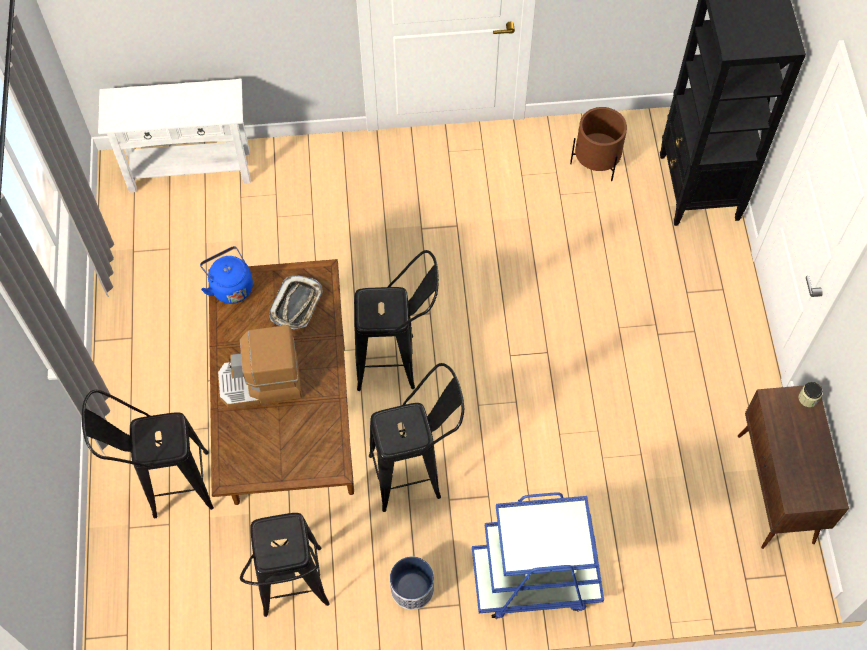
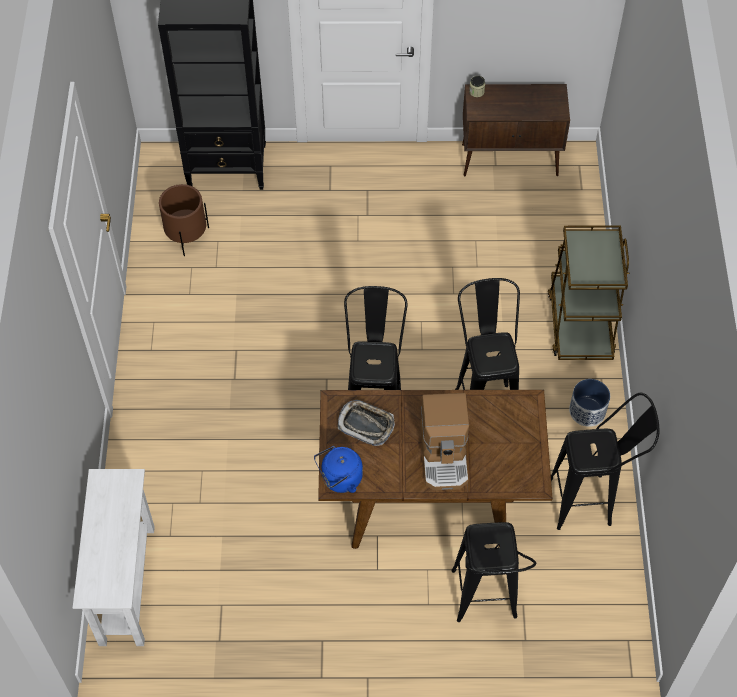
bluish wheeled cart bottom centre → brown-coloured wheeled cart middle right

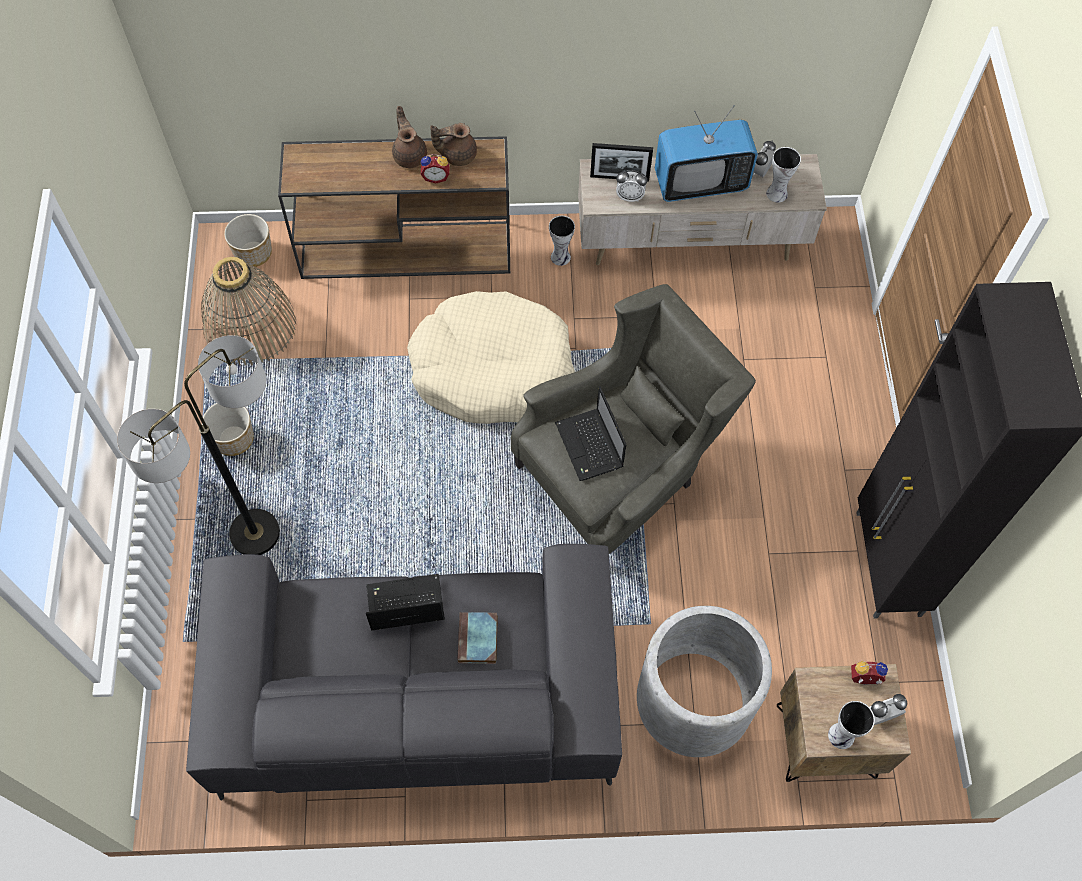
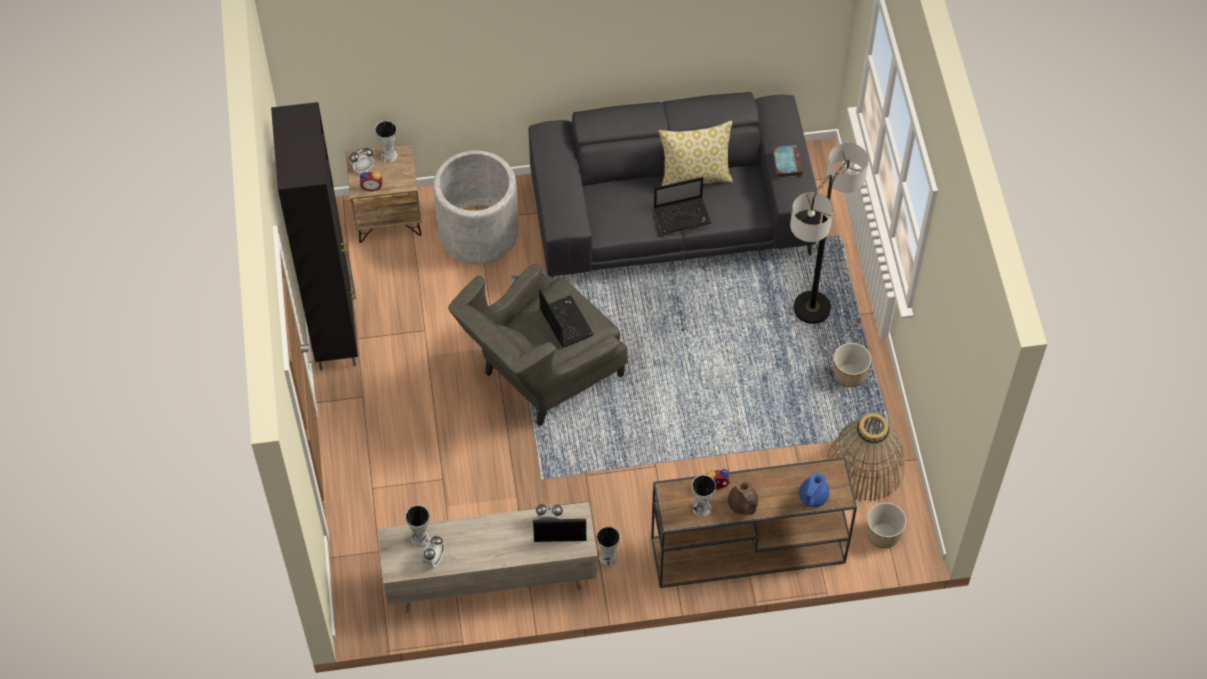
beige dog cushion centre → -
brown-coloured tea pot (no. 2 from left) top centre → decorative vase (no. 4 from left) bottom centre
bound book bottom centre → bound book top centre, shifted
TV top centre → -
- → cushion top centre
- → bluish tea pot bottom right

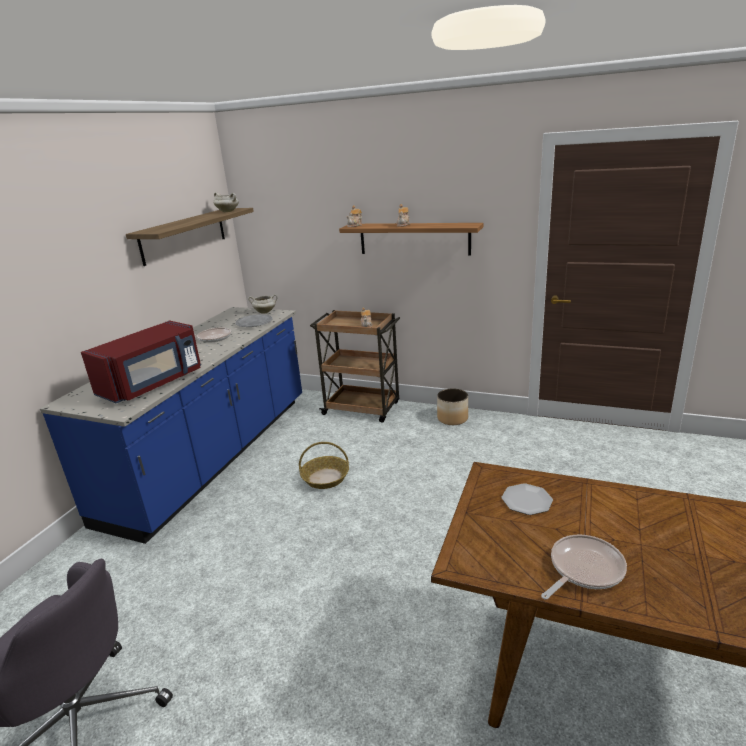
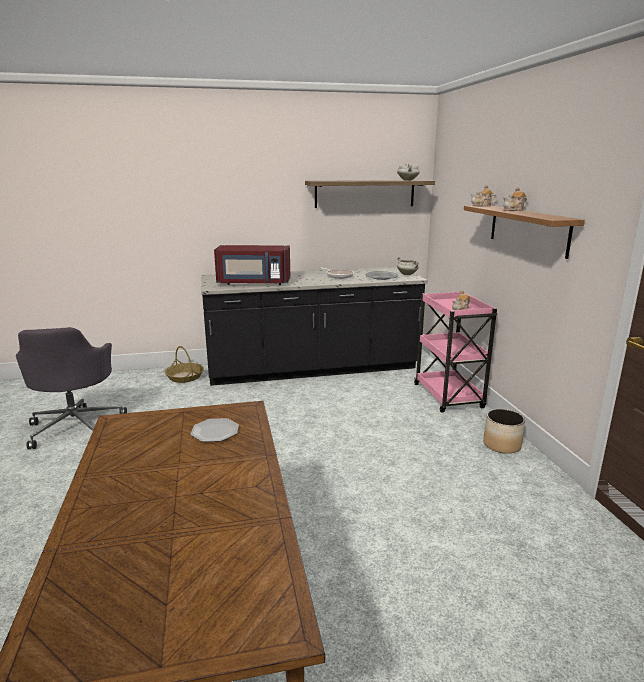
bluish kitchen base unit middle left → blackish kitchen base unit centre
storage basket centre → storage basket middle left, shifted
brown-coloured wheeled cart centre → pinkish wheeled cart middle right
skillet (no. 2 from left) bottom right → -

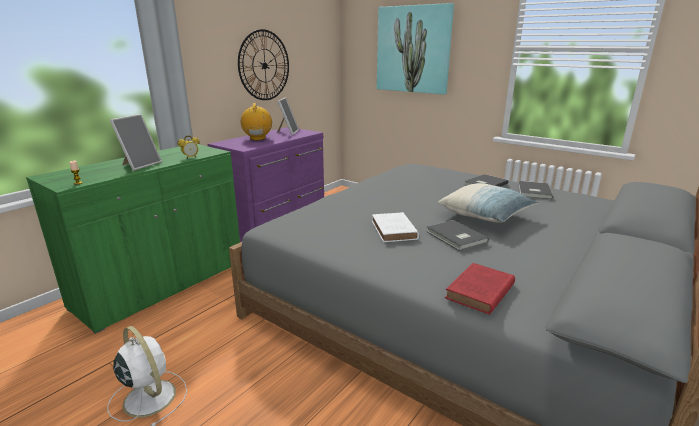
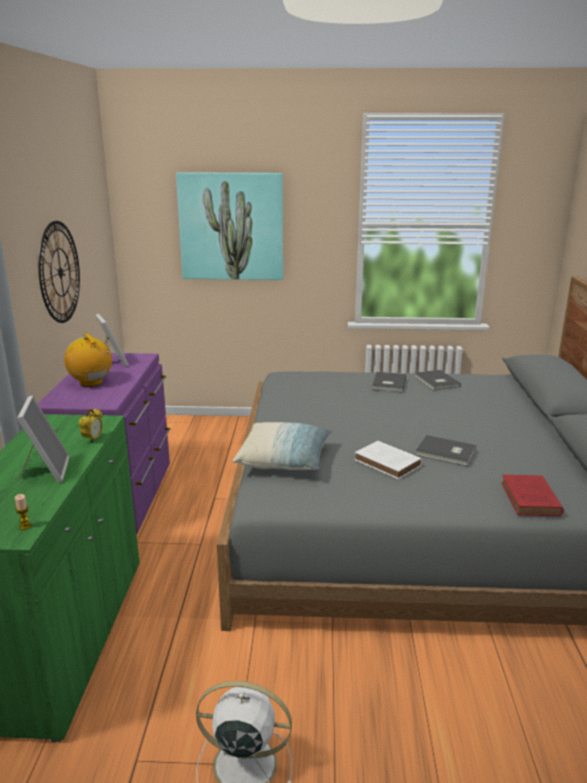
cushion middle right → cushion centre, shifted

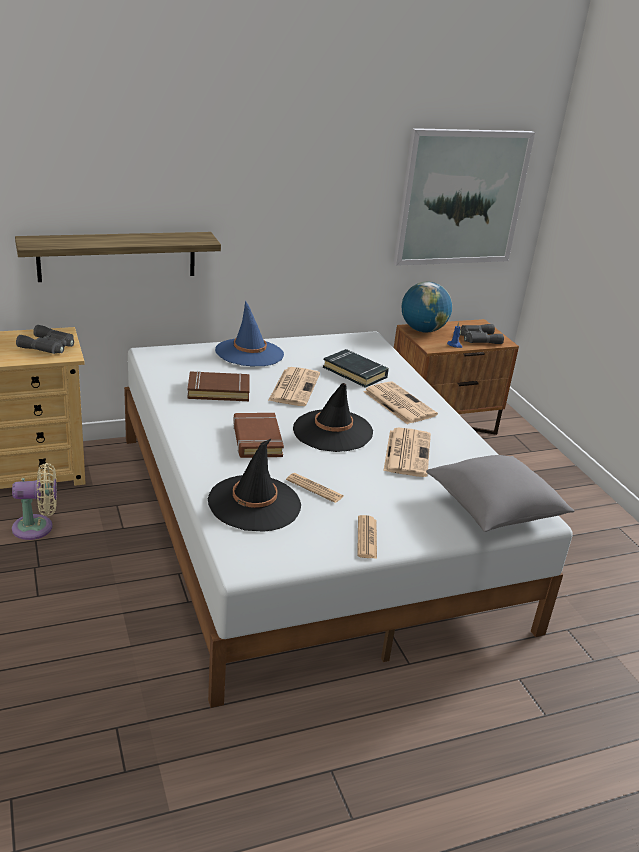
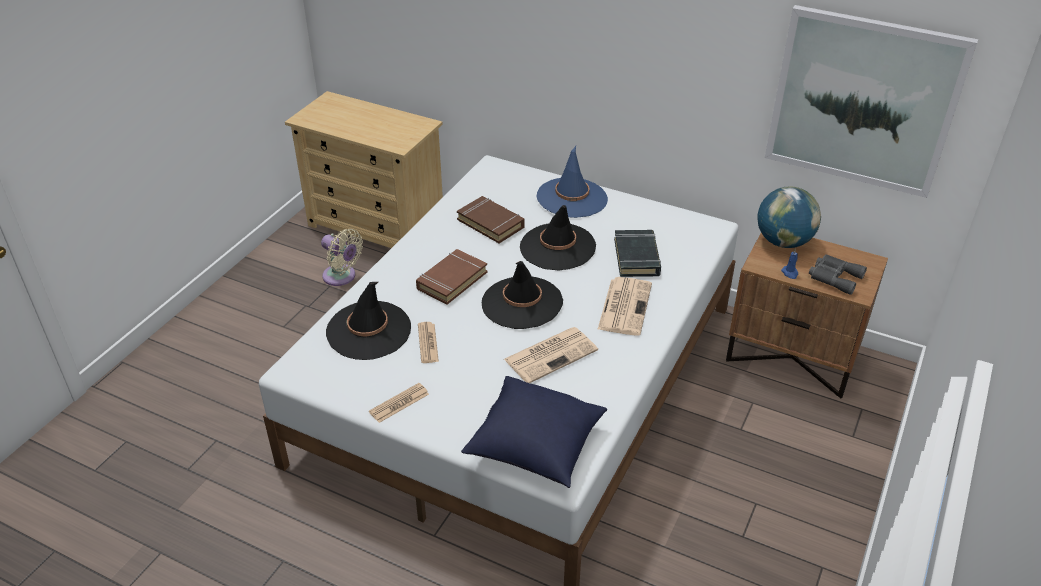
bracket shelf top left → -
greyish binoculars (no. 1 from left) middle left → -
daily paper (no. 1 from left) centre → blackish wearable hat (no. 3 from left) centre
greyish cushion middle right → bluish cushion bottom centre

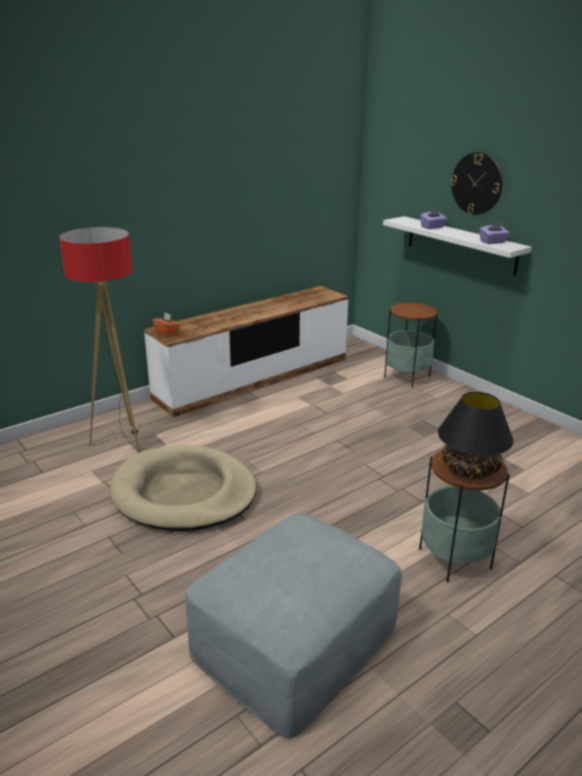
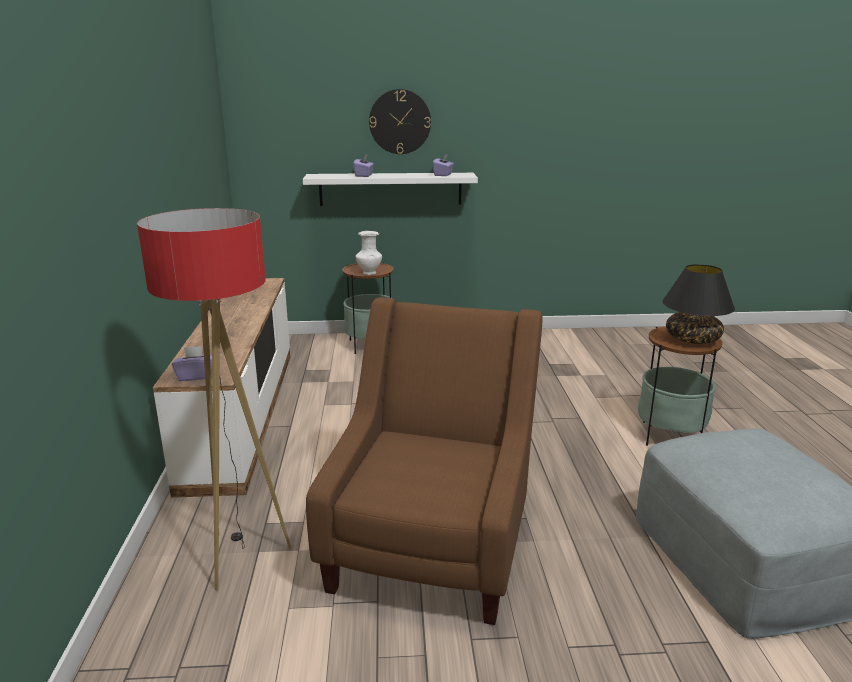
beige dog cushion middle left → brown-coloured easy chair bottom centre
orange tissue box middle left → purplish tissue box (no. 1 from left) middle left
- → white-coloured decorative vase centre

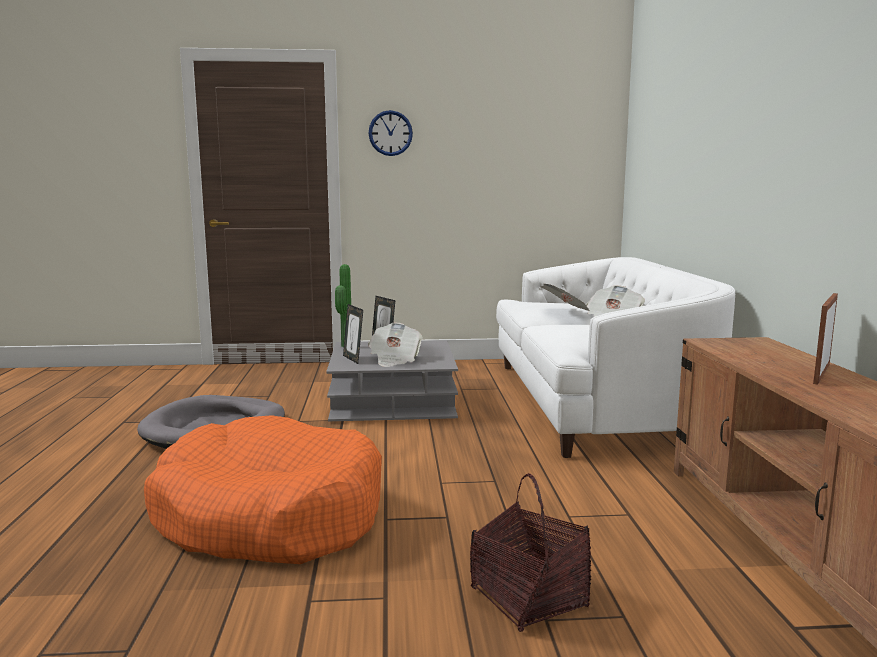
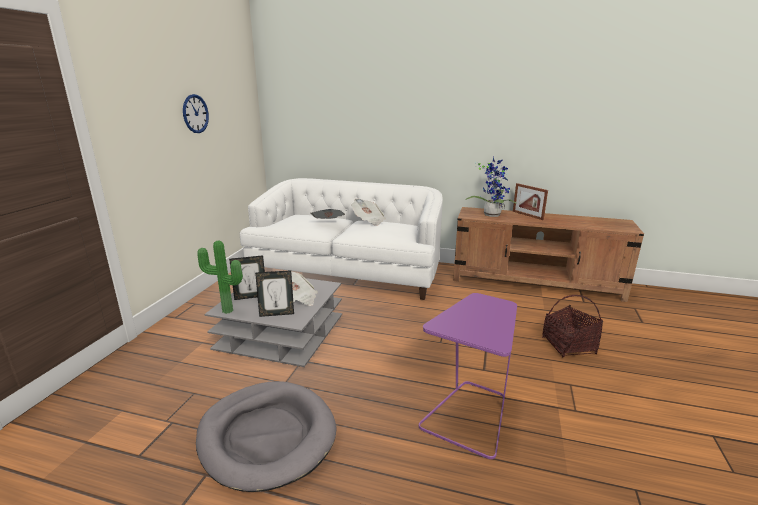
orange dog cushion bottom left → purplish end table bottom centre
wall clock top centre → wall clock top left, shifted
- → plant in a pot (no. 2 from left) centre

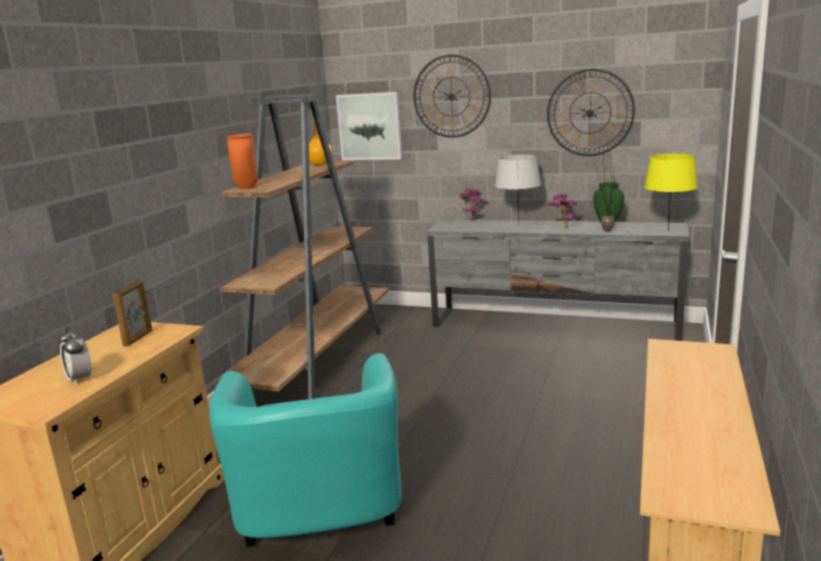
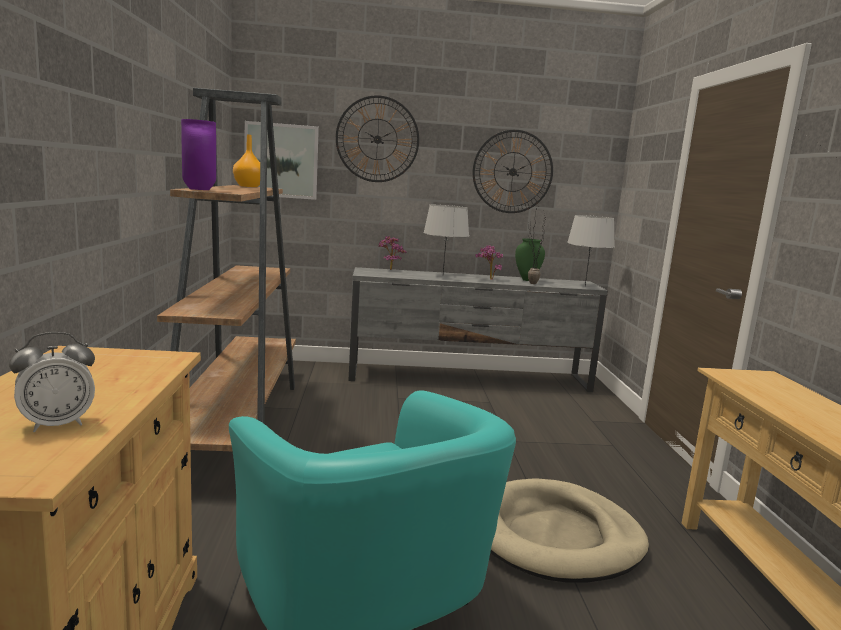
table clock middle left, 60 degrees counterclockwise
standing frame middle left → -
orange decorative vase (no. 1 from left) top left → purplish decorative vase top left
yellow tabletop lamp middle right → greyish tabletop lamp (no. 2 from left) middle right
- → beige dog cushion bottom right

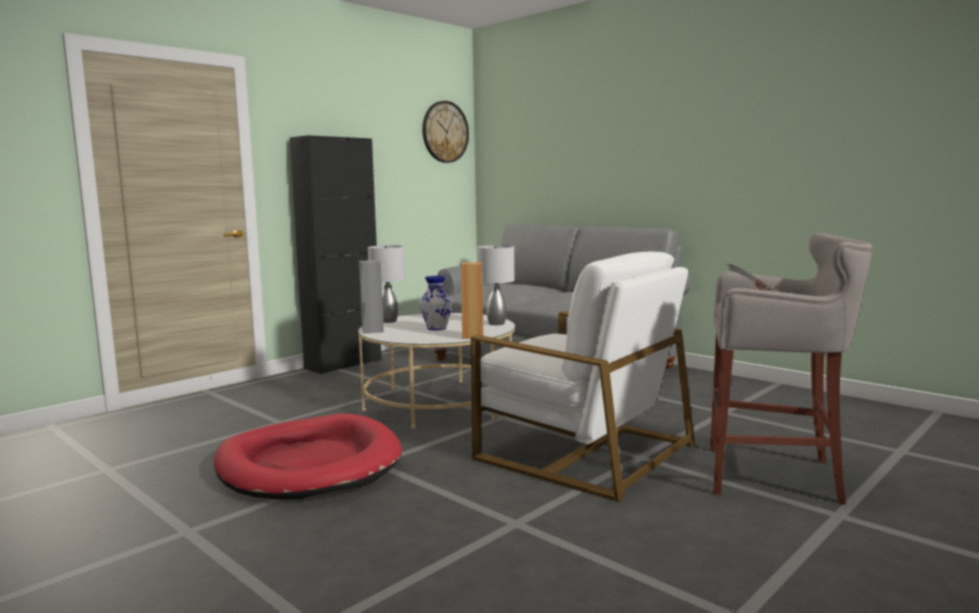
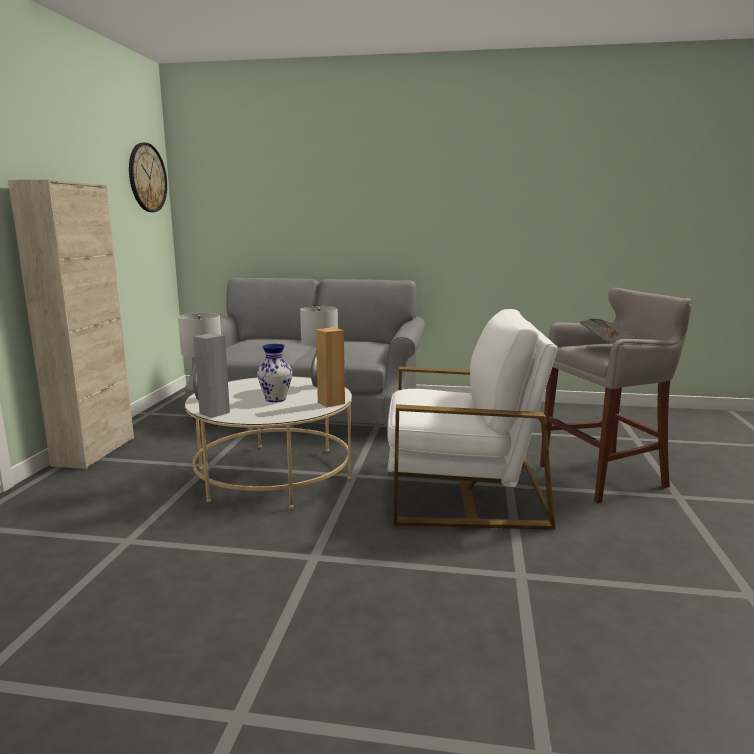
red-coloured dog cushion bottom left → -
blackish storage cabinet centre → beige storage cabinet middle left

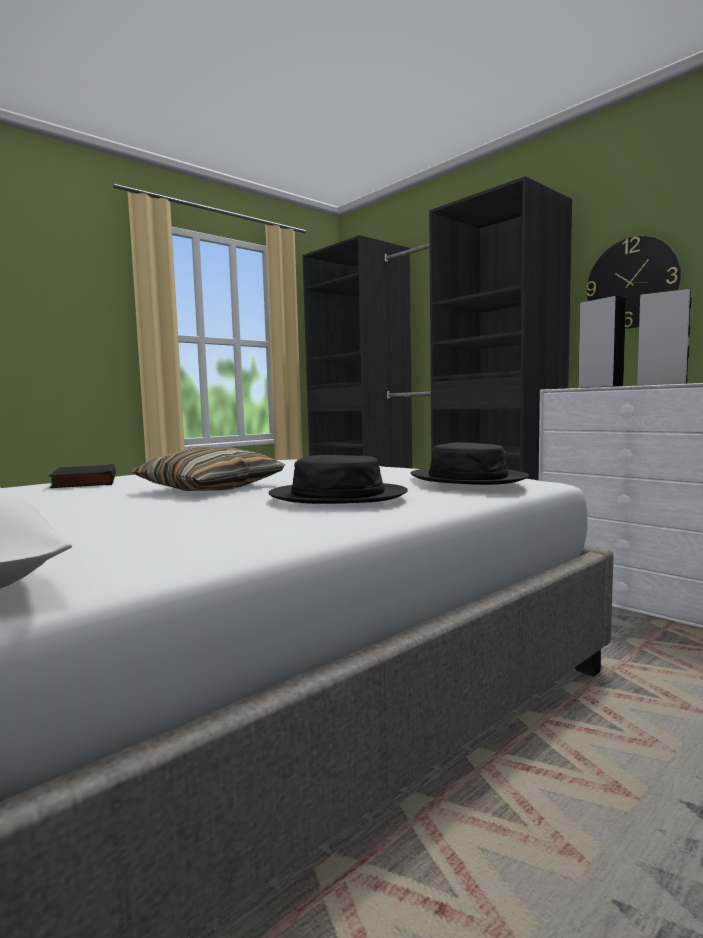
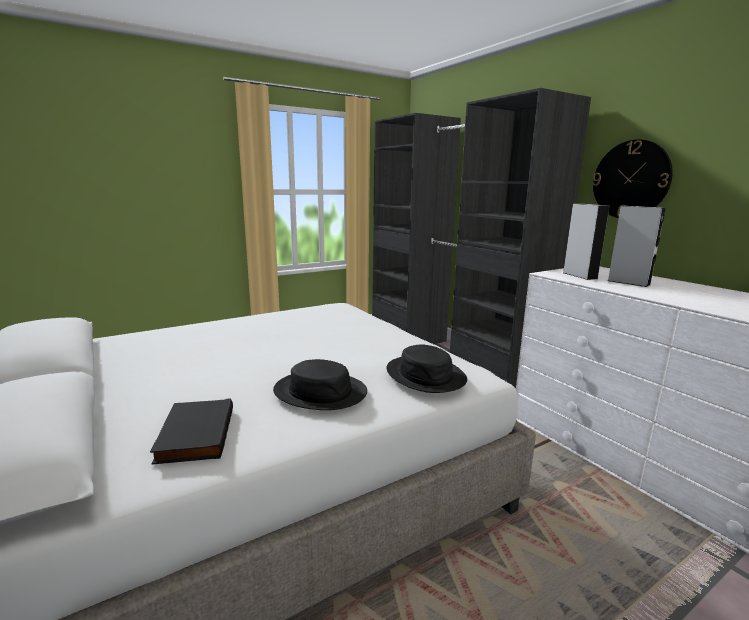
blackish bound book middle left → blackish bound book bottom left, shifted
cushion middle left → -

